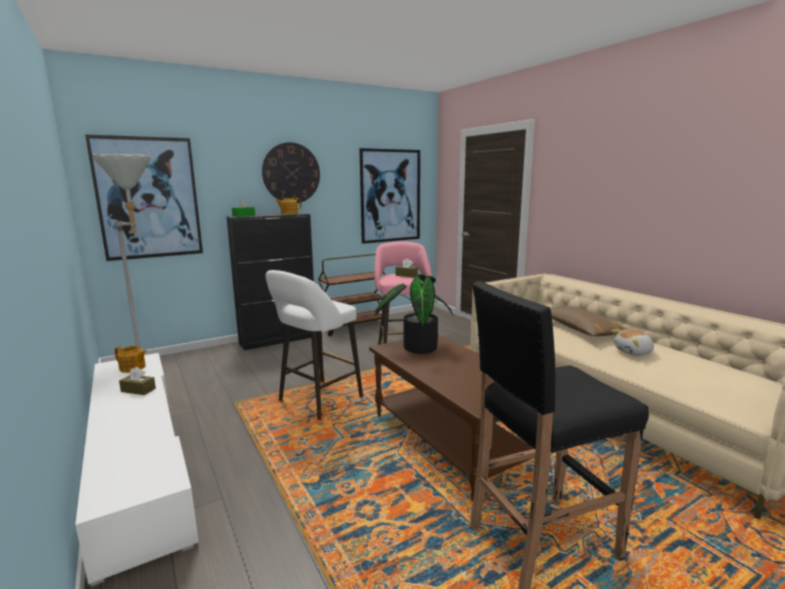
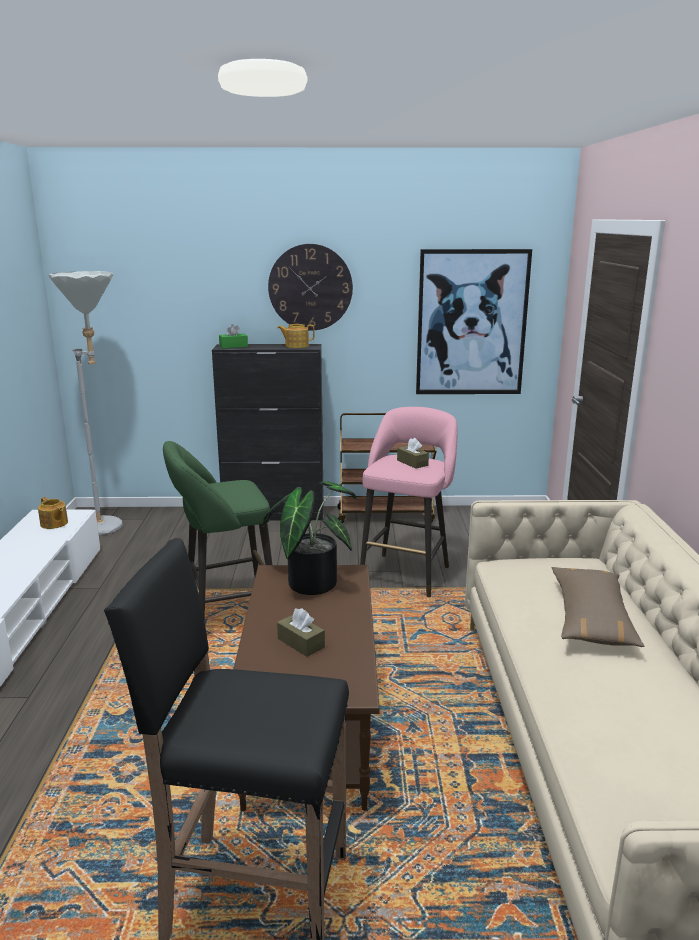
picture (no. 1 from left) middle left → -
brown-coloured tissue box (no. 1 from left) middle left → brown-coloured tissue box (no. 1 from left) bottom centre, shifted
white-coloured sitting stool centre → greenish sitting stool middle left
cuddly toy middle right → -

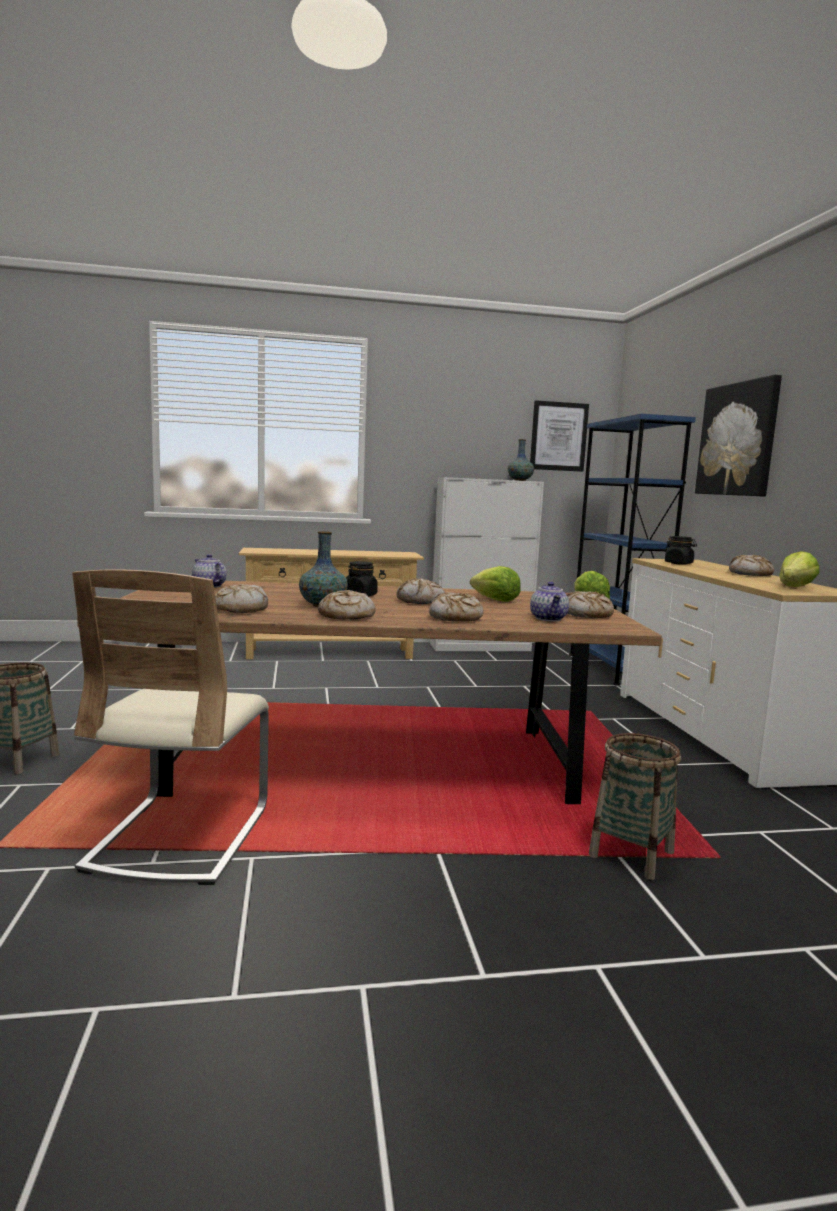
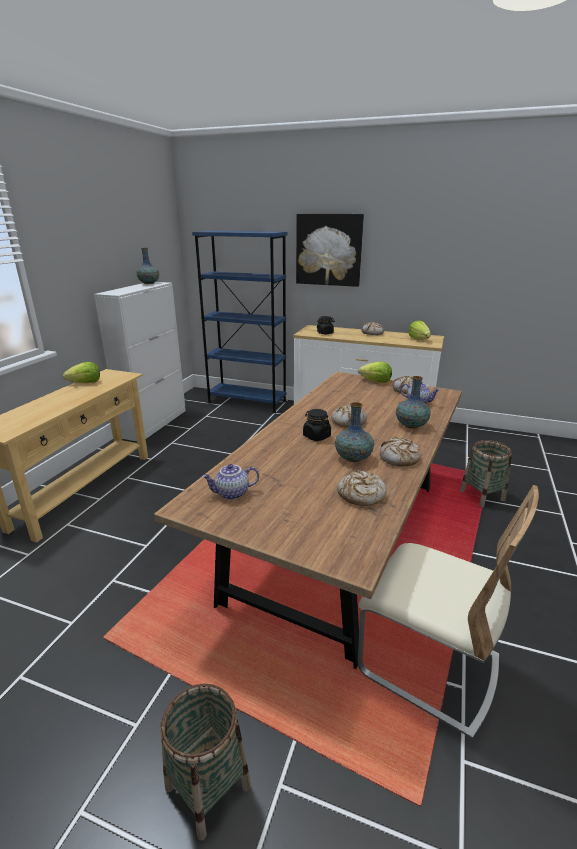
bread (no. 4 from left) centre → decorative vase (no. 3 from left) middle right
lettuce (no. 1 from left) centre → lettuce (no. 1 from left) middle left, shifted
picture (no. 1 from left) middle right → -

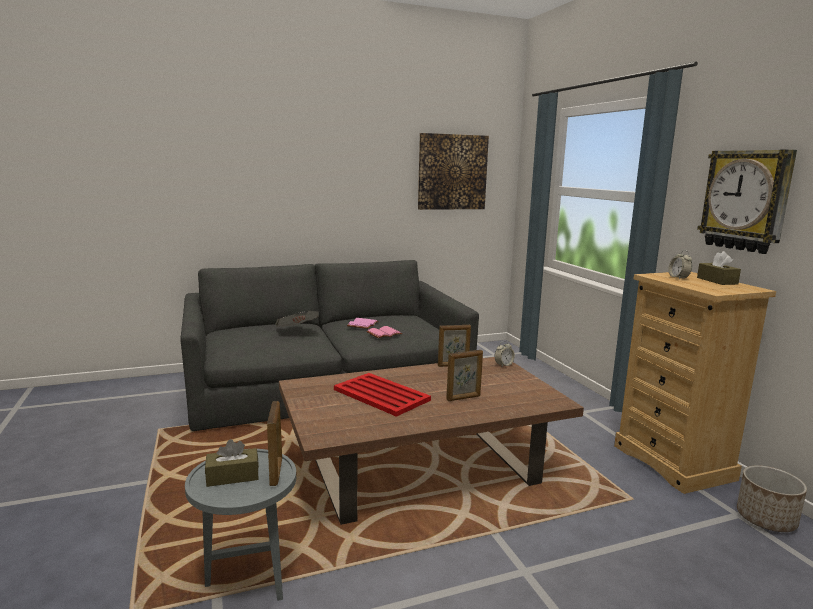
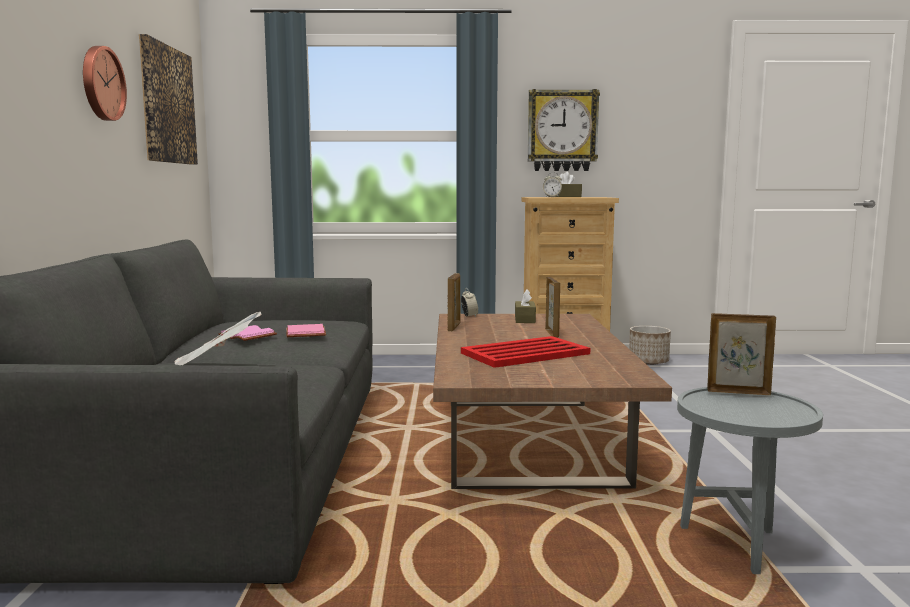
brown-coloured tissue box (no. 1 from left) bottom left → brown-coloured tissue box (no. 1 from left) centre, shifted
- → wall clock (no. 1 from left) top left

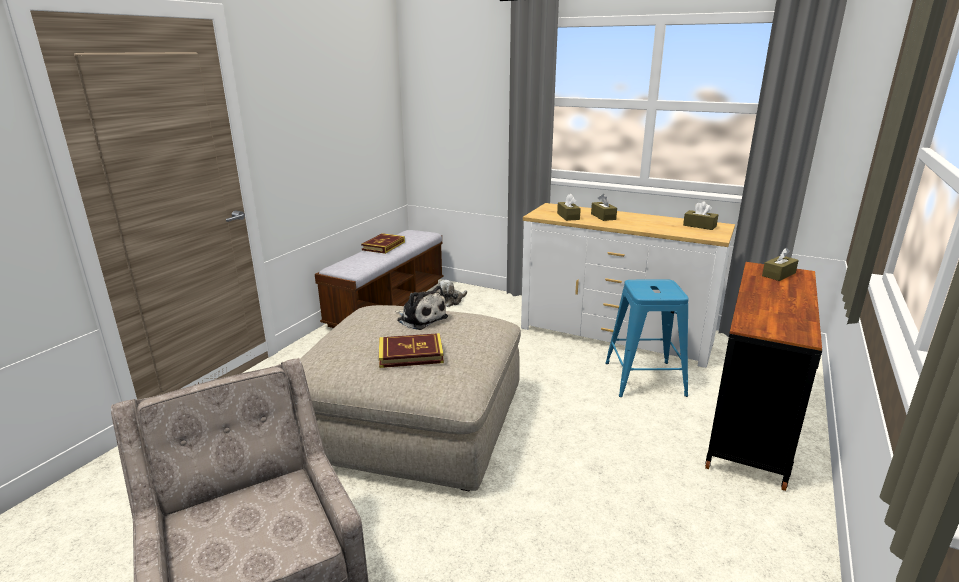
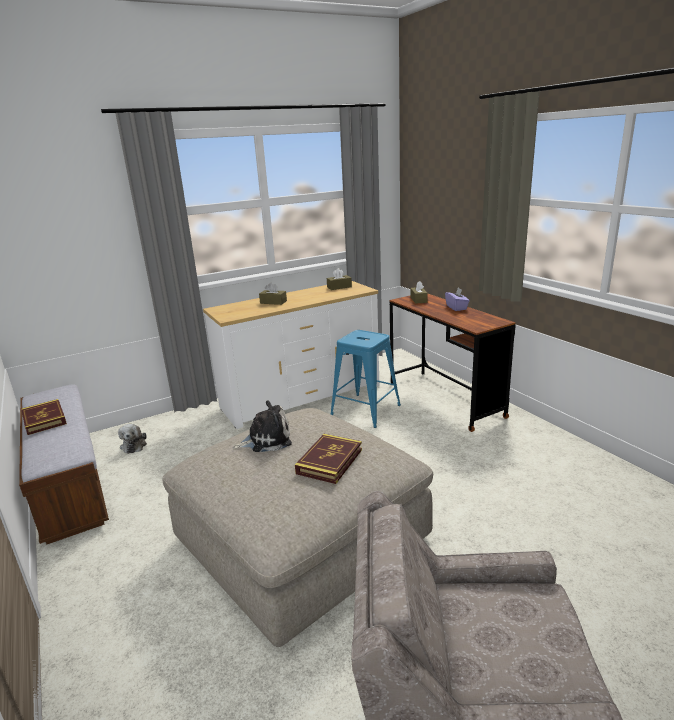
brown-coloured tissue box (no. 1 from left) centre → -
- → purplish tissue box middle right

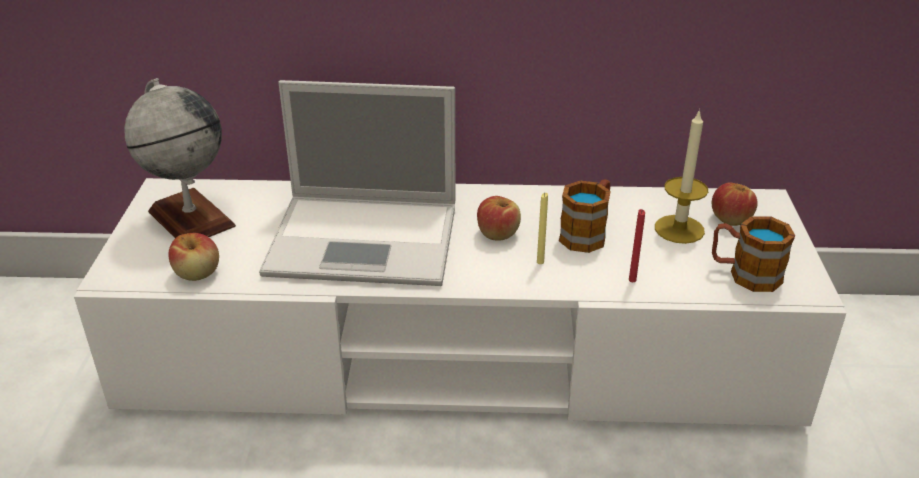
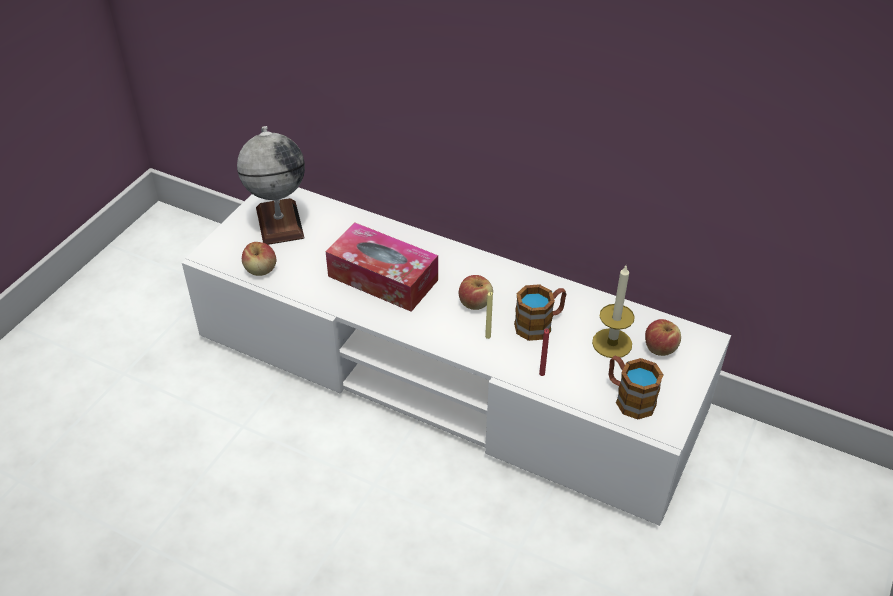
laptop centre → tissue box centre

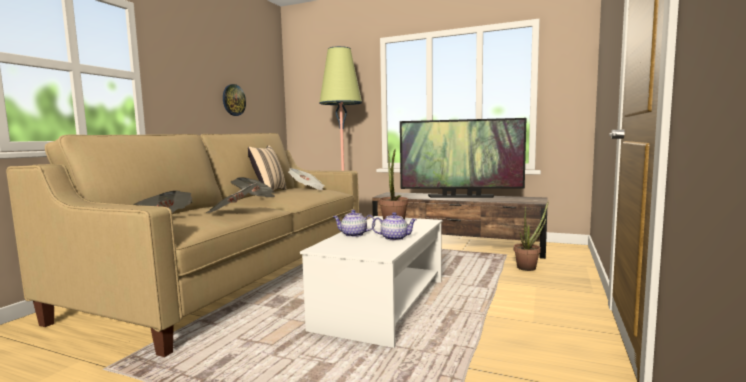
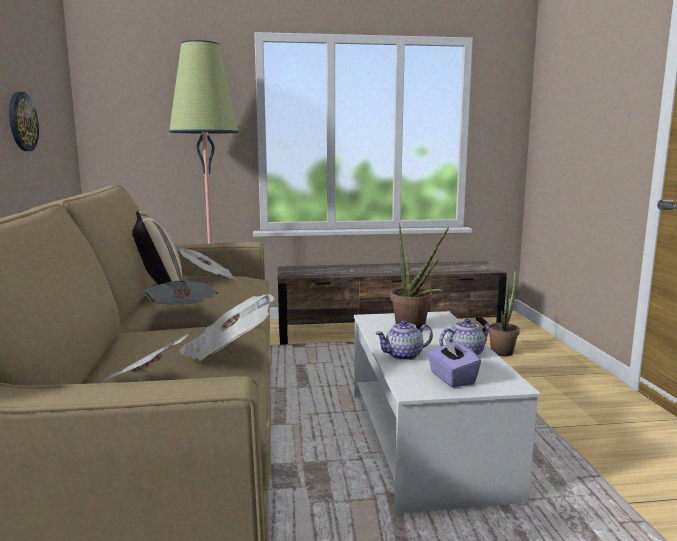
TV centre → -
- → purplish tissue box bottom right

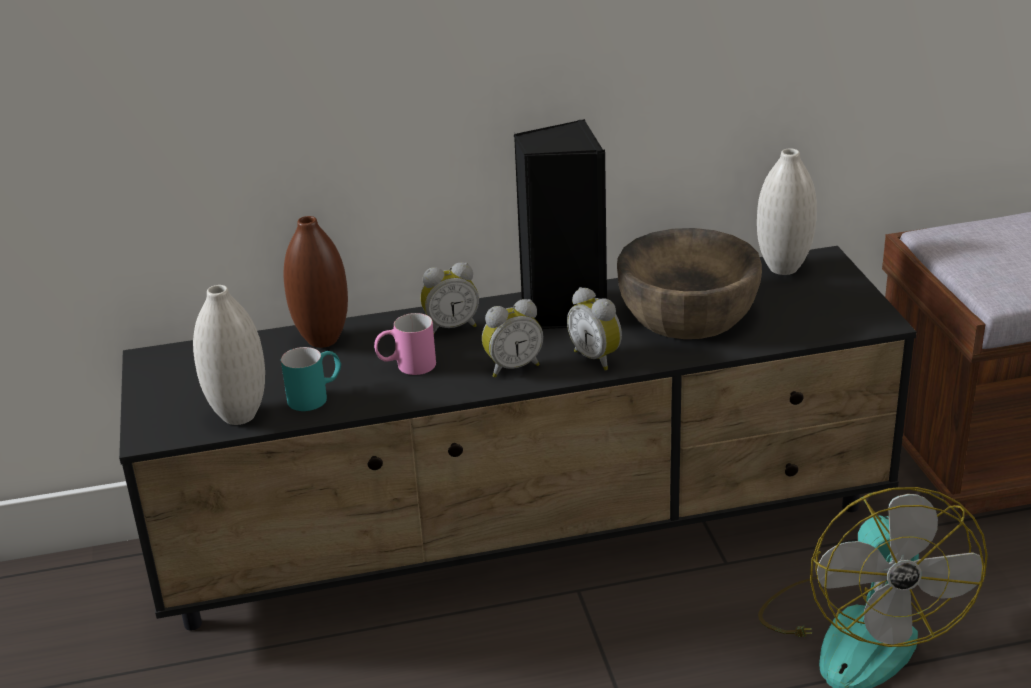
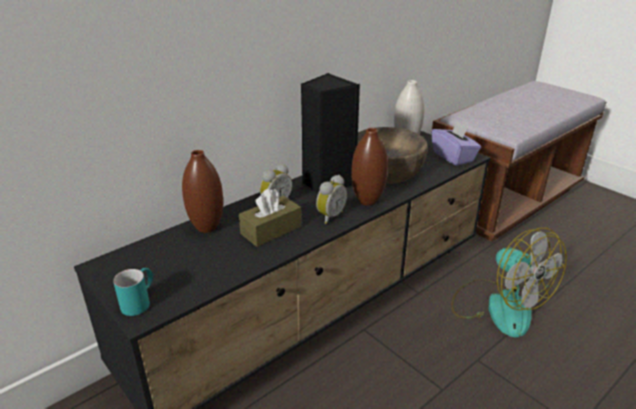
white-coloured decorative vase (no. 1 from left) middle left → -
turquoise tea mug middle left → turquoise tea mug bottom left, shifted
pinkish tea mug centre → brown-coloured tissue box centre
table clock (no. 3 from left) centre → brown-coloured decorative vase (no. 2 from left) centre
- → purplish tissue box middle right

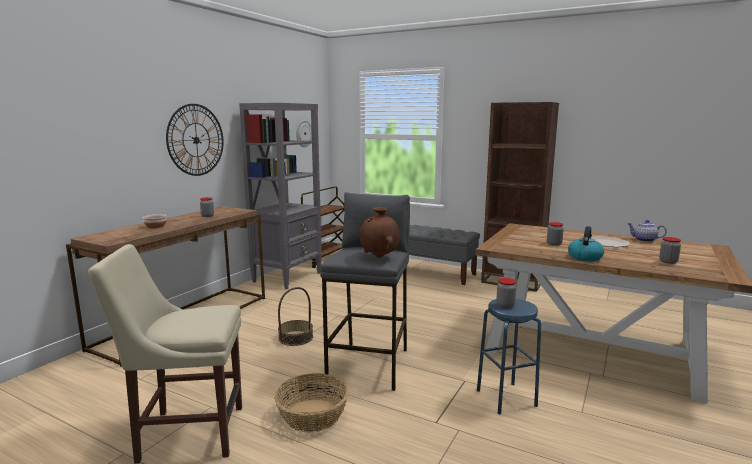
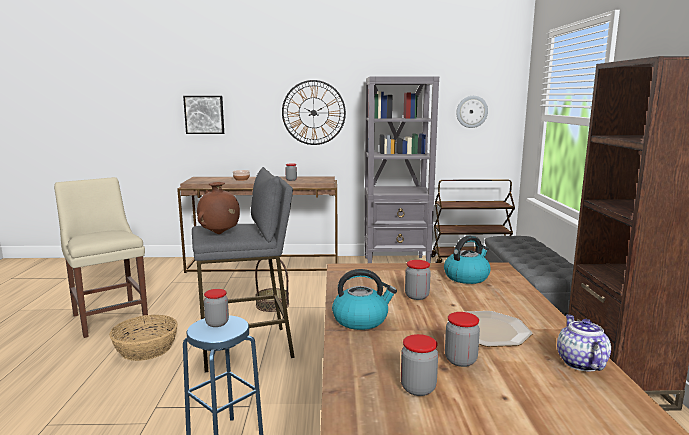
- → picture top left
- → tea kettle (no. 2 from left) middle right
- → jar (no. 5 from left) bottom right

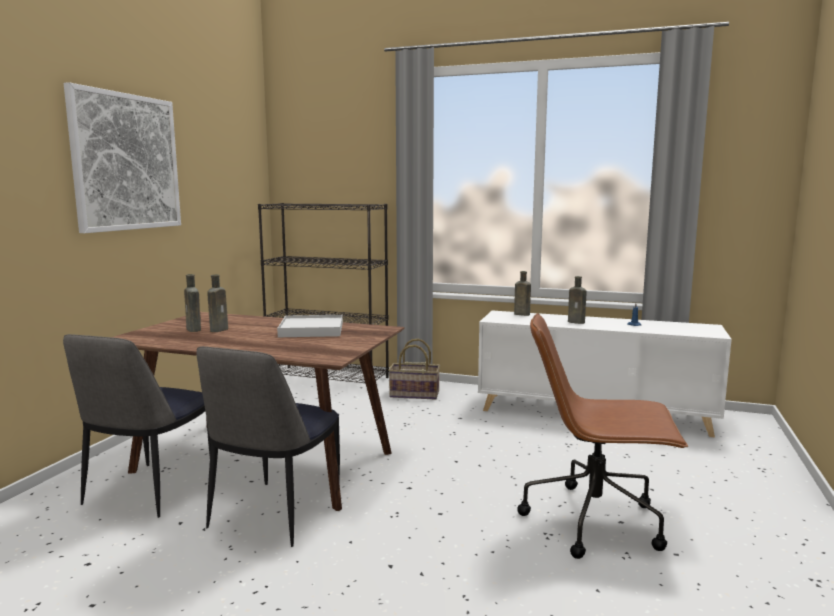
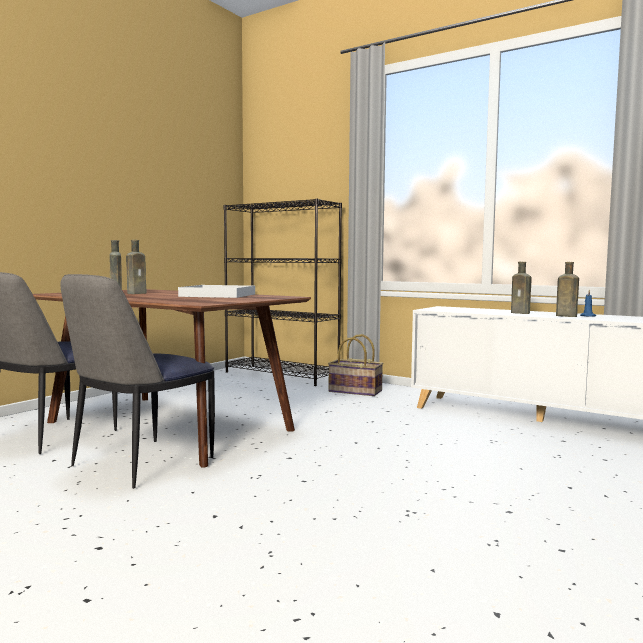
picture top left → -
brown-coloured beverage bottle (no. 3 from left in the first image) centre → brown-coloured beverage bottle (no. 4 from left) middle right, shifted
brown-coloured desk chair bottom right → -

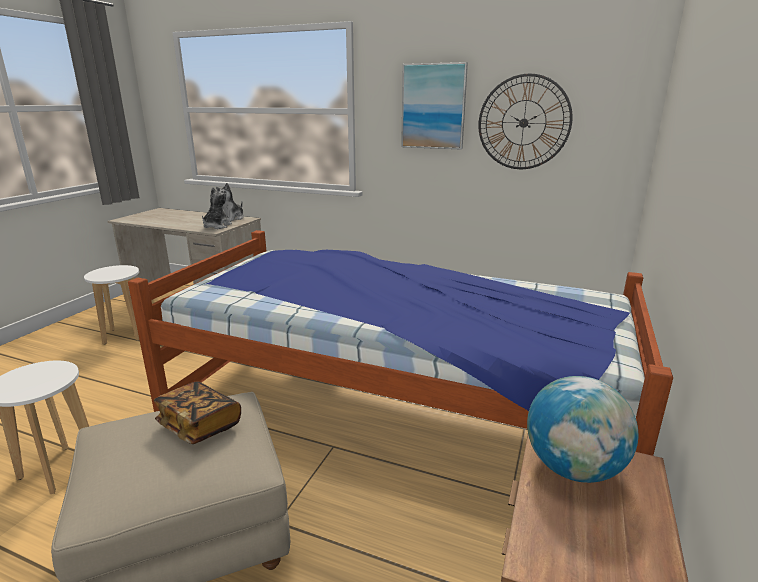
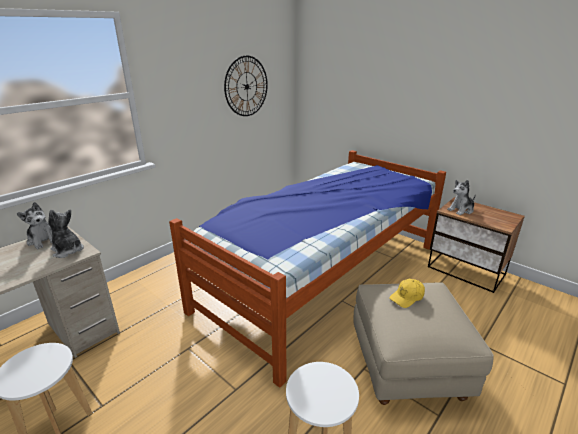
bound book bottom left → yellow baseball cap bottom right
picture top centre → -
globe bottom right → cuddly toy (no. 3 from left) middle right

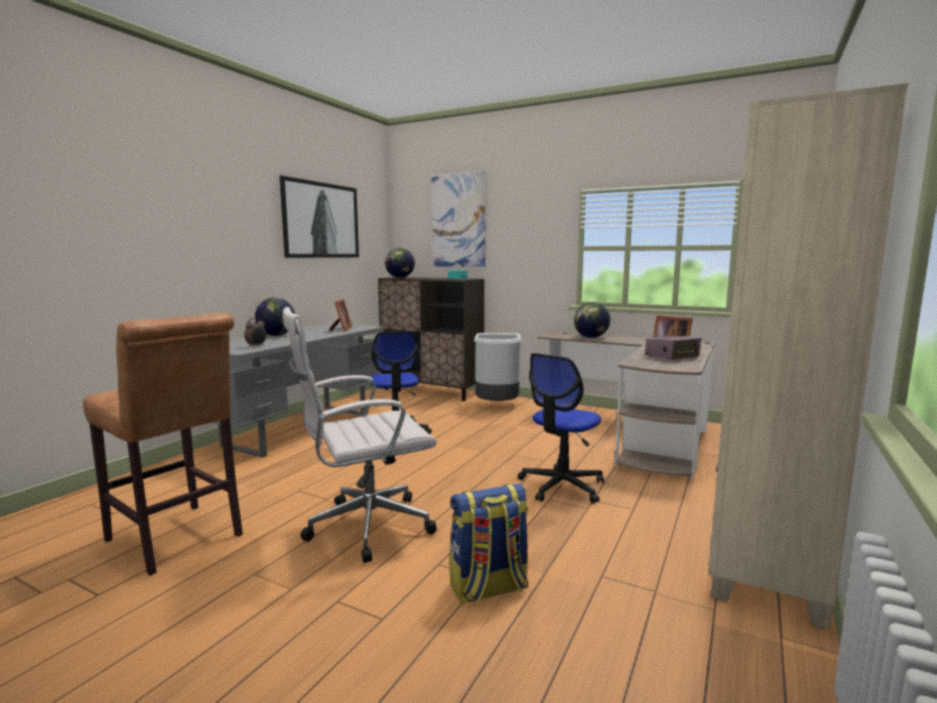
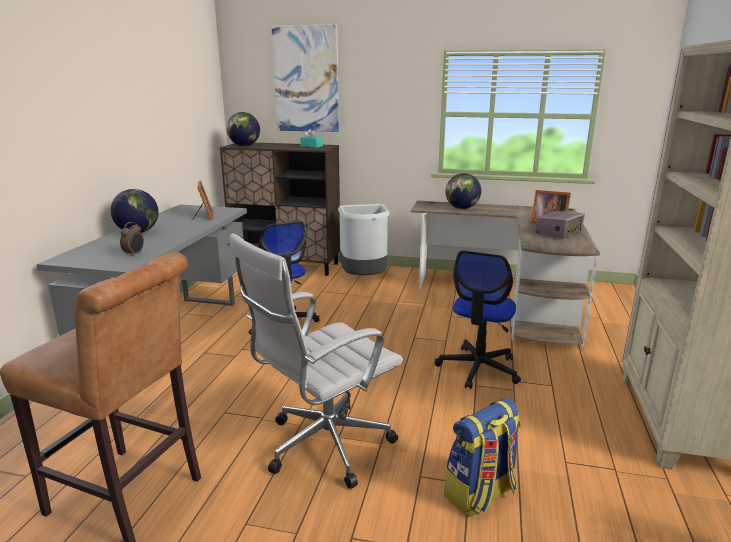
picture (no. 1 from left) top centre → -

